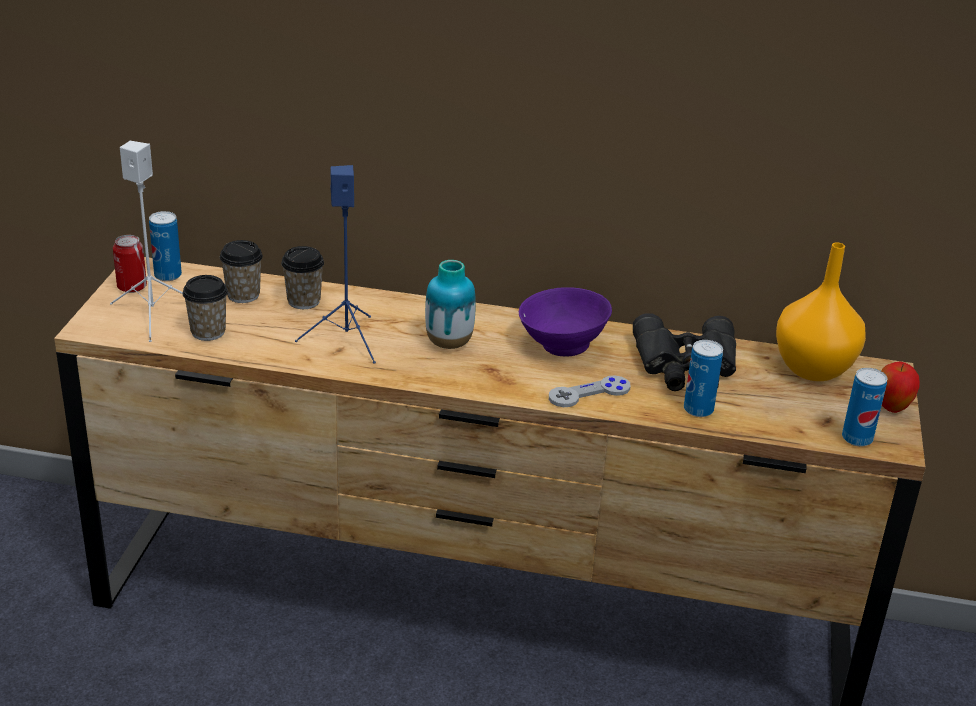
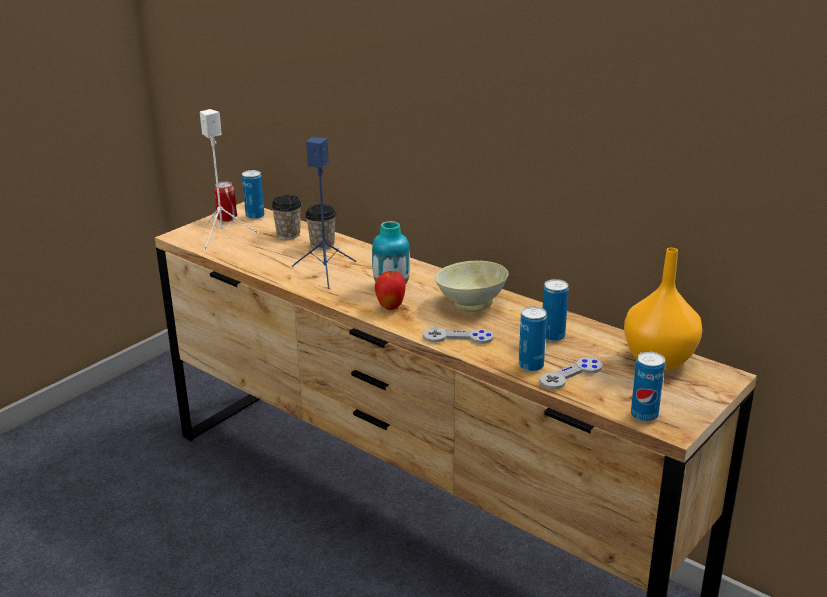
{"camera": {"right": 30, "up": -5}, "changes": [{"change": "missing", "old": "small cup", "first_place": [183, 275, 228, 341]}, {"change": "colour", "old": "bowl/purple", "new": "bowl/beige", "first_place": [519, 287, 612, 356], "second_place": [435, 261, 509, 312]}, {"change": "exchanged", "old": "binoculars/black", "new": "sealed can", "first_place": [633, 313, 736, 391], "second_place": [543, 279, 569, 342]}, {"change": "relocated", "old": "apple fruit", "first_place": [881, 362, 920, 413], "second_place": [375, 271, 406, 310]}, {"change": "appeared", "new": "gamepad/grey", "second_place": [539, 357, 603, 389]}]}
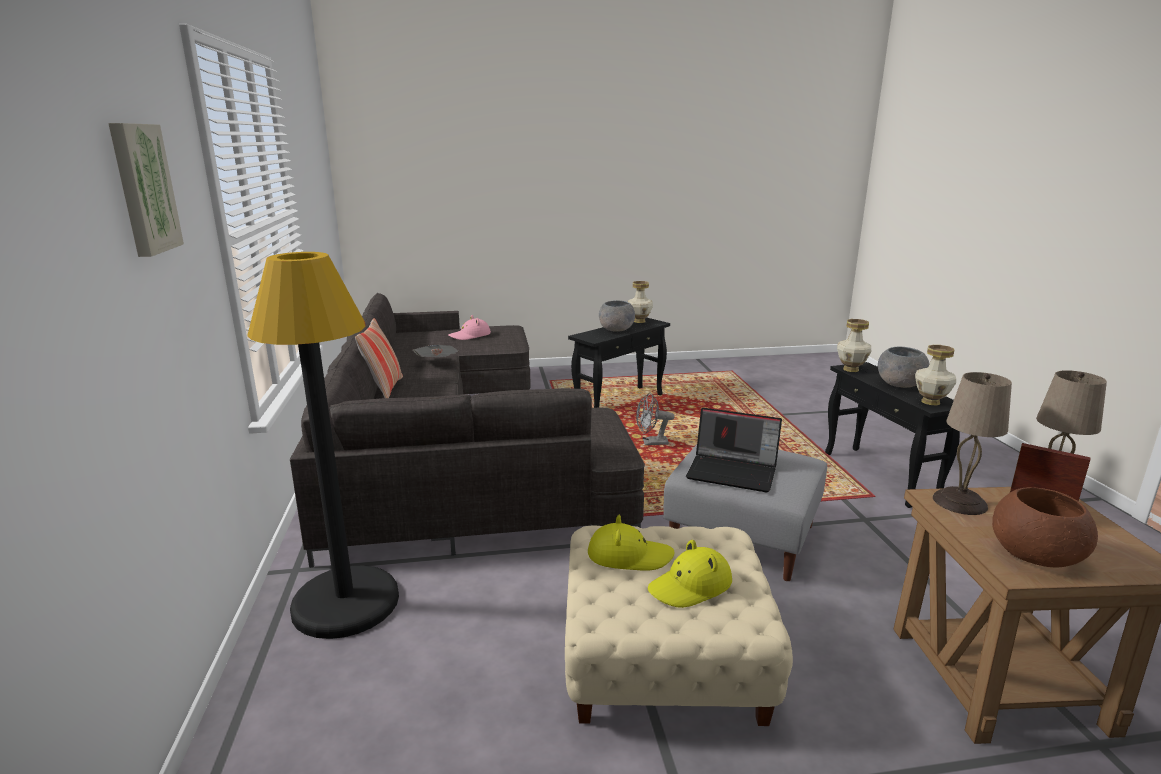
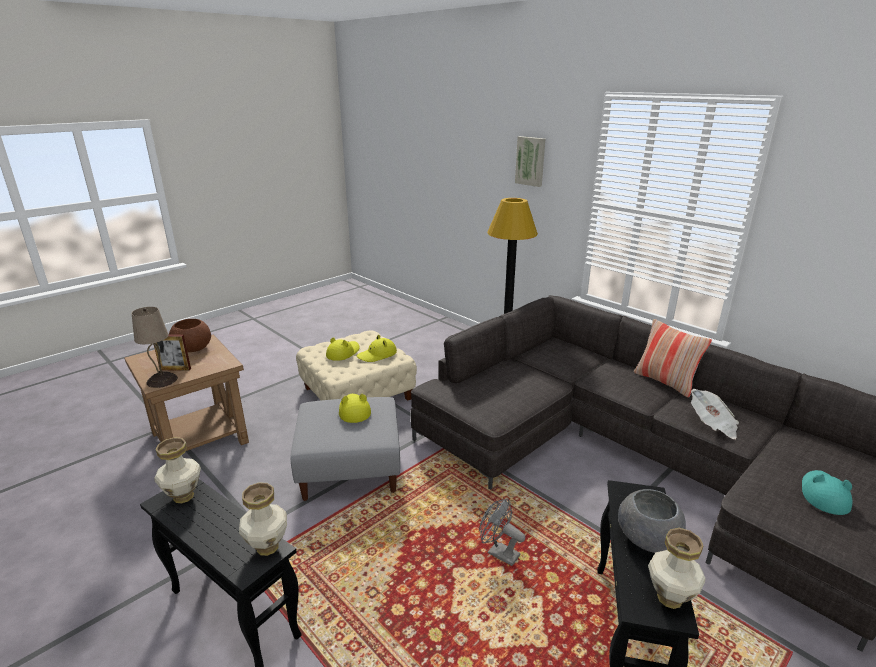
{"camera": {"right": 145, "up": 5}, "changes": [{"change": "colour", "old": "wearable hat/pinkish", "new": "wearable hat/turquoise", "first_place": [448, 315, 491, 340], "second_place": [802, 470, 852, 515]}, {"change": "spun", "old": "fan/grey", "first_place": [636, 393, 675, 445], "second_place": [479, 498, 525, 566], "degrees": -105}, {"change": "exchanged", "old": "portable computer", "new": "wearable hat/yellow", "first_place": [686, 408, 782, 492], "second_place": [339, 394, 371, 423]}, {"change": "missing", "old": "bowl/grey", "first_place": [878, 346, 930, 388]}, {"change": "missing", "old": "table lamp/beige", "first_place": [933, 372, 1012, 515]}]}
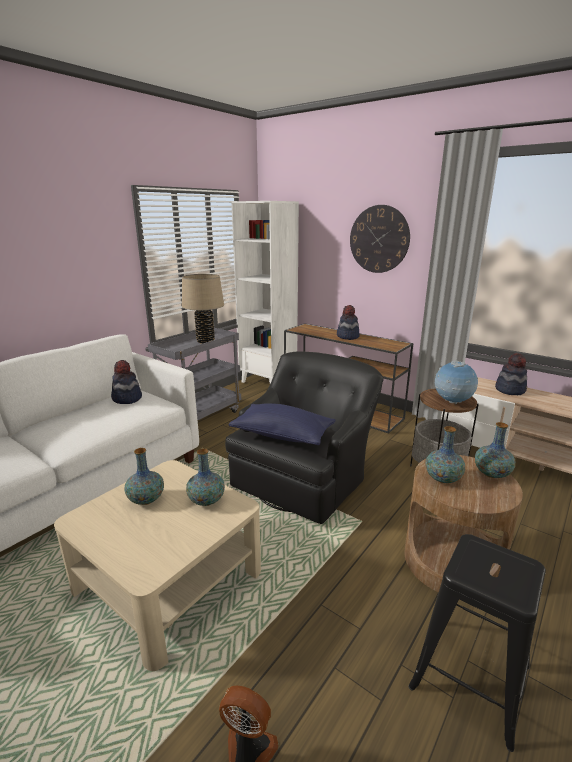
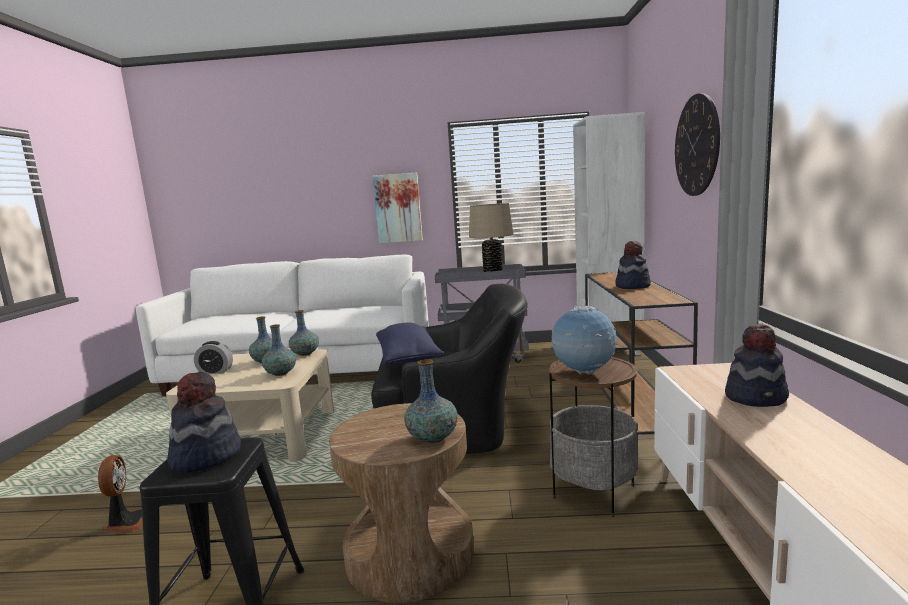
{"camera": {"right": 55, "up": -10}, "changes": [{"change": "relocated", "old": "wearable hat", "first_place": [111, 360, 142, 404], "second_place": [167, 372, 241, 473]}, {"change": "relocated", "old": "vase", "first_place": [426, 426, 465, 483], "second_place": [289, 310, 319, 356]}, {"change": "appeared", "new": "alarm clock", "second_place": [194, 341, 233, 374]}, {"change": "appeared", "new": "wall art", "second_place": [373, 172, 423, 243]}]}
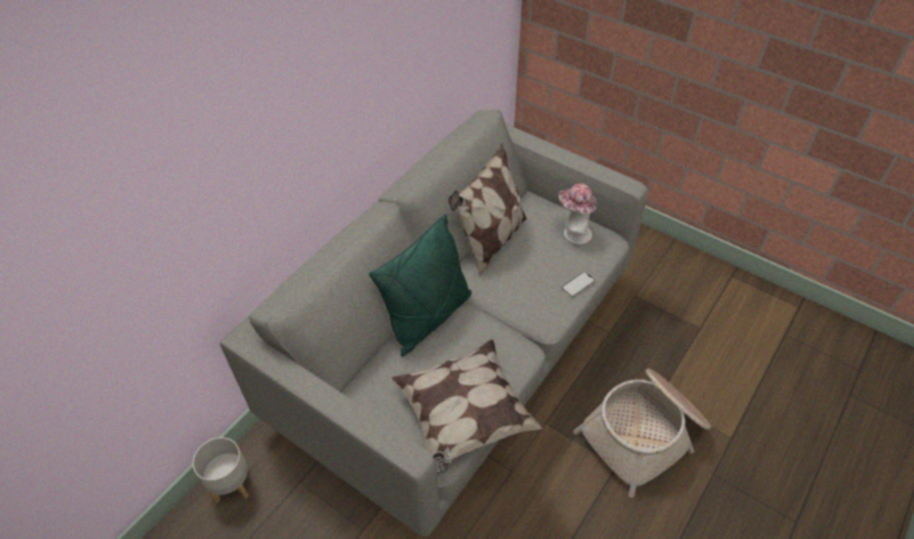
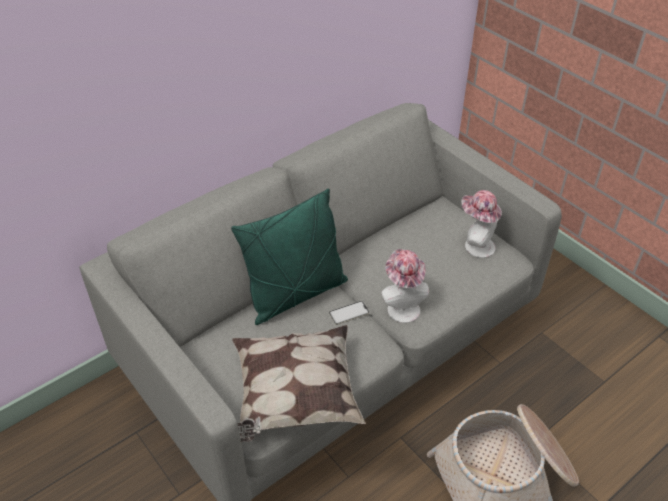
{"camera": {"right": 15, "up": -5}, "changes": [{"change": "missing", "old": "flower pot/grey", "first_place": [193, 437, 249, 503]}, {"change": "missing", "old": "cushion", "first_place": [448, 143, 527, 277]}, {"change": "relocated", "old": "telephone", "first_place": [561, 271, 596, 297], "second_place": [329, 301, 369, 325]}, {"change": "appeared", "new": "wearable hat", "second_place": [381, 249, 429, 323]}]}
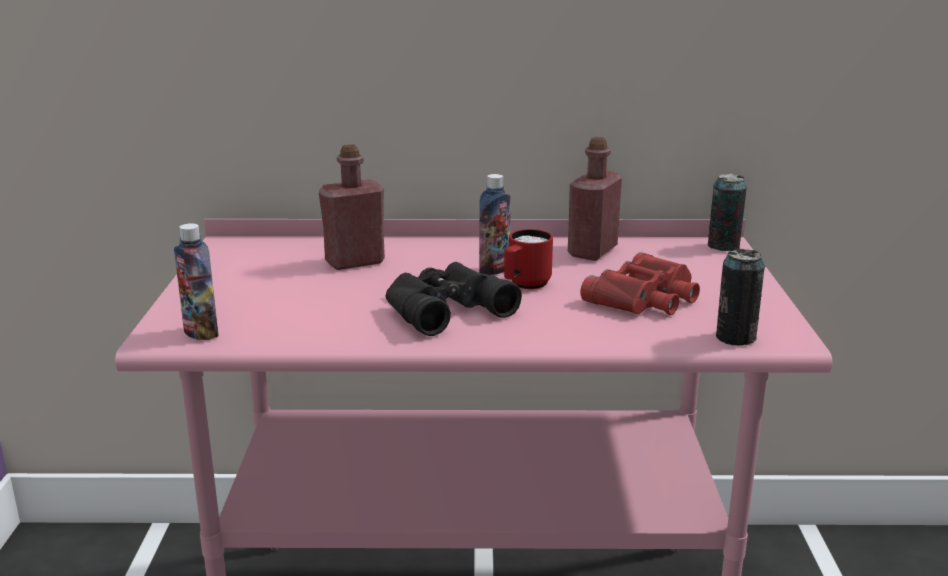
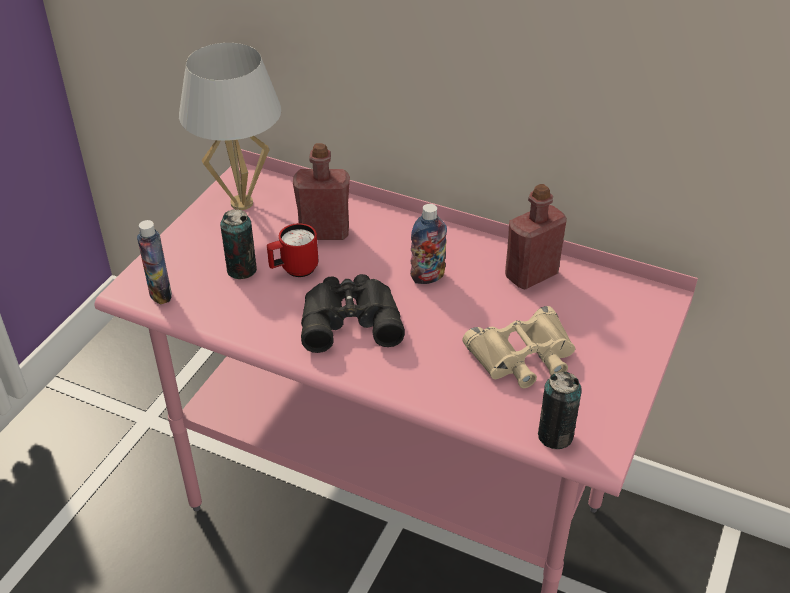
{"camera": {"right": 25, "up": 20}, "changes": [{"change": "relocated", "old": "tea mug/red", "first_place": [504, 229, 553, 289], "second_place": [267, 223, 318, 277]}, {"change": "colour", "old": "binoculars/red", "new": "binoculars/beige", "first_place": [580, 252, 700, 315], "second_place": [462, 306, 575, 388]}, {"change": "relocated", "old": "sealed can", "first_place": [708, 173, 747, 251], "second_place": [220, 209, 257, 279]}, {"change": "appeared", "new": "table lamp/white", "second_place": [179, 43, 282, 210]}]}
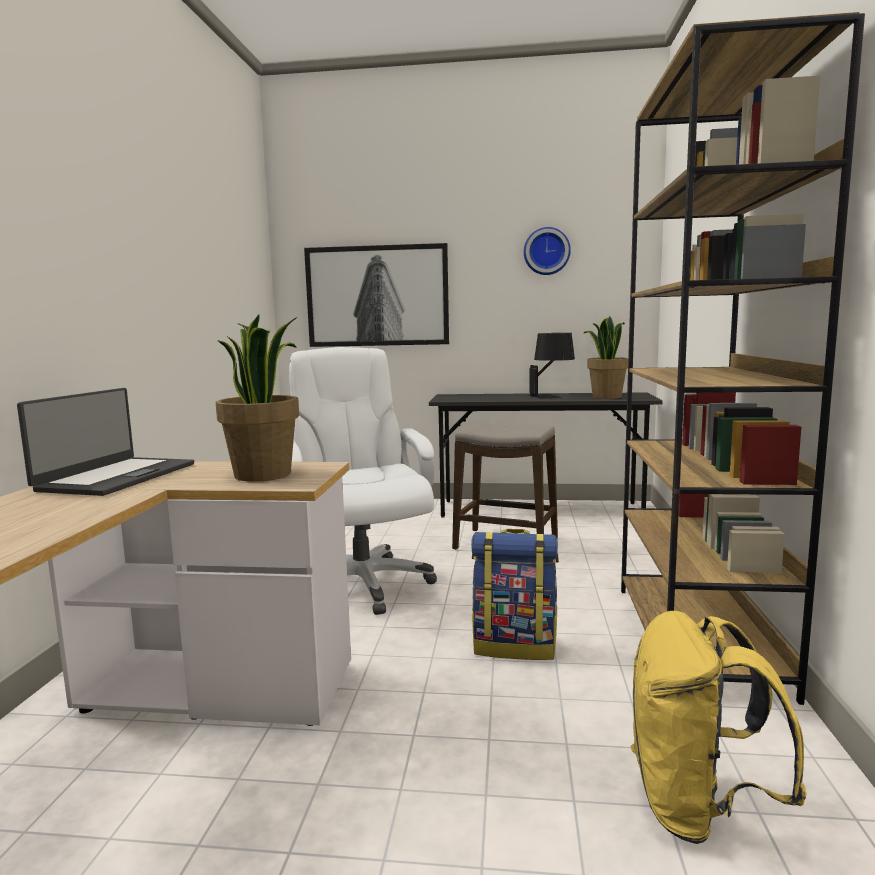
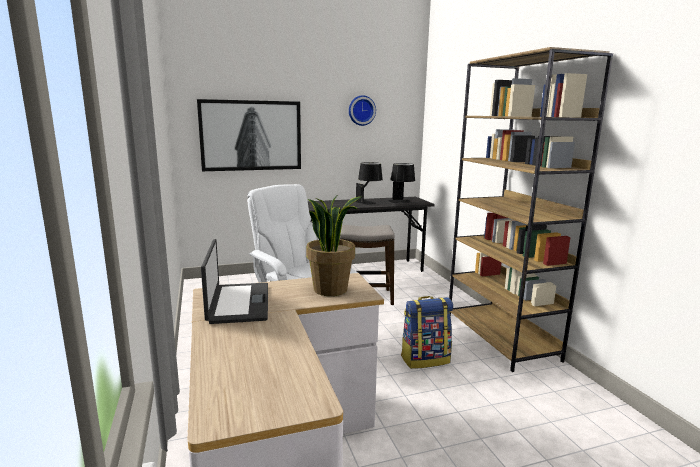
{"camera": {"right": -25, "up": 5}, "changes": [{"change": "exchanged", "old": "plant in a pot", "new": "table lamp/black", "first_place": [583, 316, 628, 399], "second_place": [388, 163, 415, 203]}, {"change": "missing", "old": "backpack/yellow", "first_place": [631, 611, 807, 844]}]}
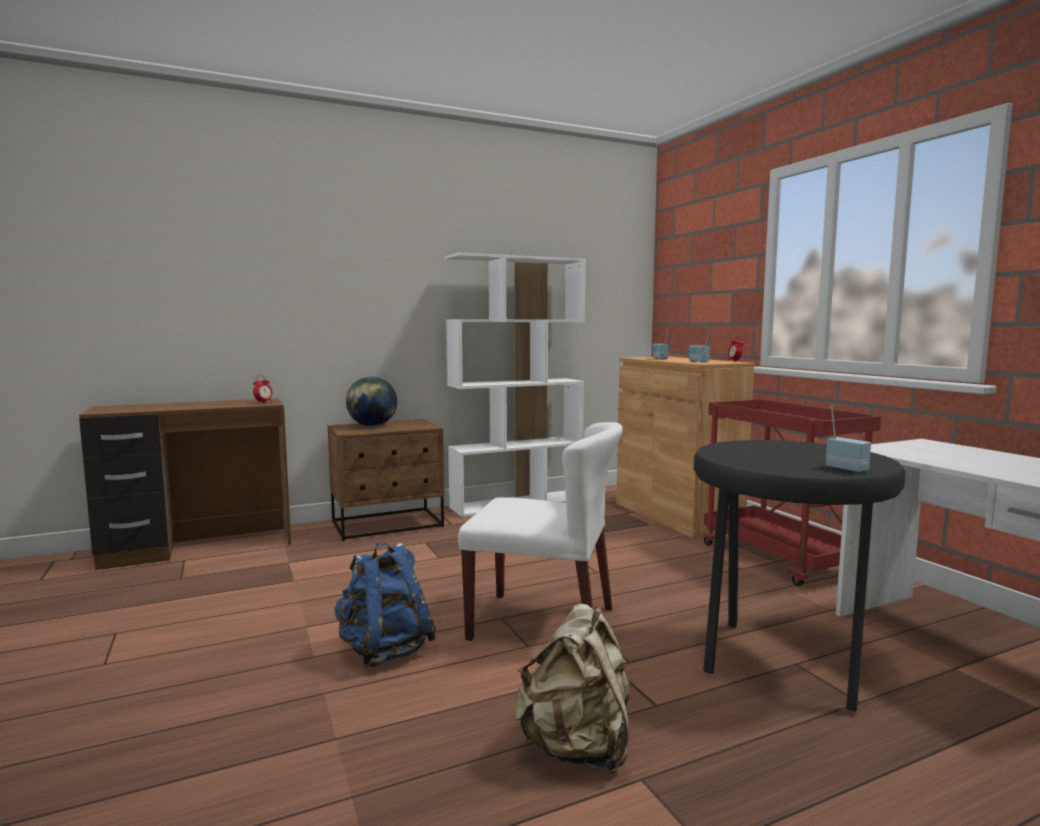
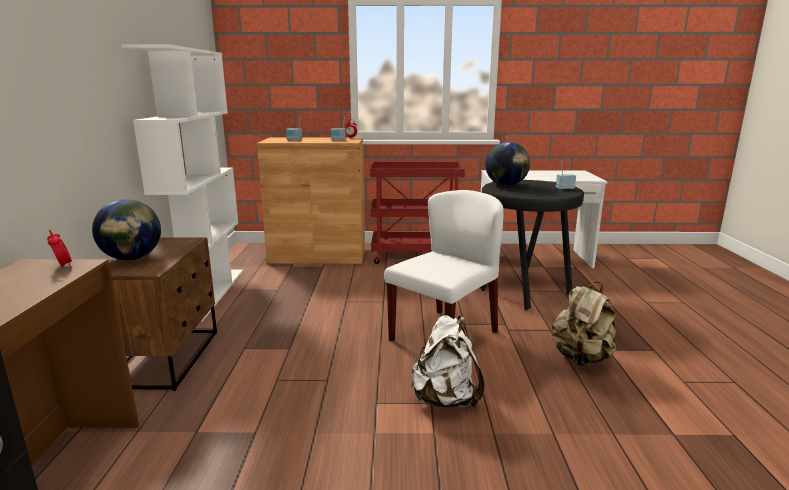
{"camera": {"right": -65, "up": 10}, "changes": [{"change": "colour", "old": "backpack/blue", "new": "backpack/white", "first_place": [335, 542, 437, 667], "second_place": [410, 315, 485, 408]}, {"change": "appeared", "new": "desk globe", "second_place": [485, 142, 530, 186]}]}
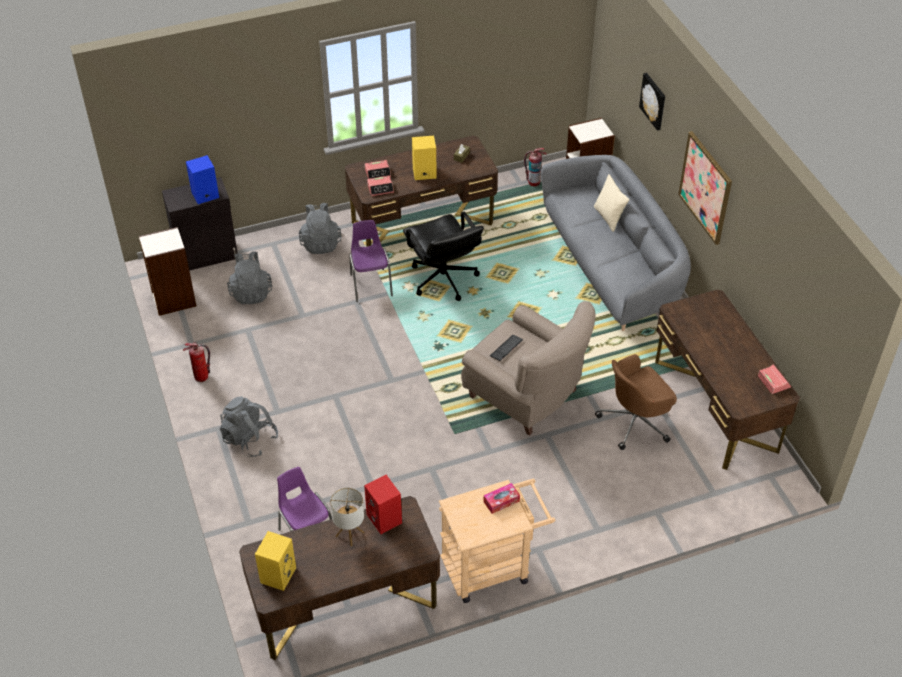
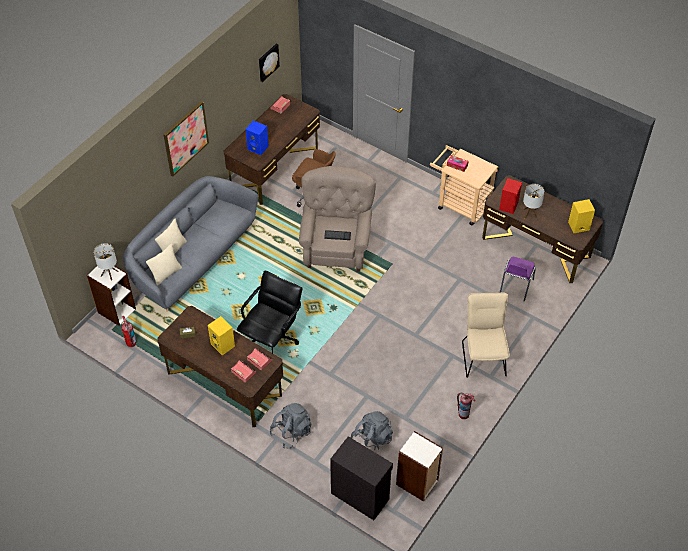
{"camera": {"right": -125, "up": 5}, "changes": [{"change": "relocated", "old": "loudspeaker/blue", "first_place": [186, 155, 219, 204], "second_place": [246, 121, 269, 155]}, {"change": "exchanged", "old": "backpack/grey", "new": "plain chair/beige", "first_place": [220, 396, 278, 457], "second_place": [462, 292, 510, 378]}, {"change": "missing", "old": "plain chair/purple", "first_place": [349, 220, 393, 302]}, {"change": "relocated", "old": "wall art", "first_place": [639, 73, 665, 131], "second_place": [259, 44, 280, 82]}, {"change": "appeared", "new": "table lamp", "second_place": [93, 243, 119, 281]}, {"change": "appeared", "new": "cushion/beige", "second_place": [146, 243, 182, 286]}]}
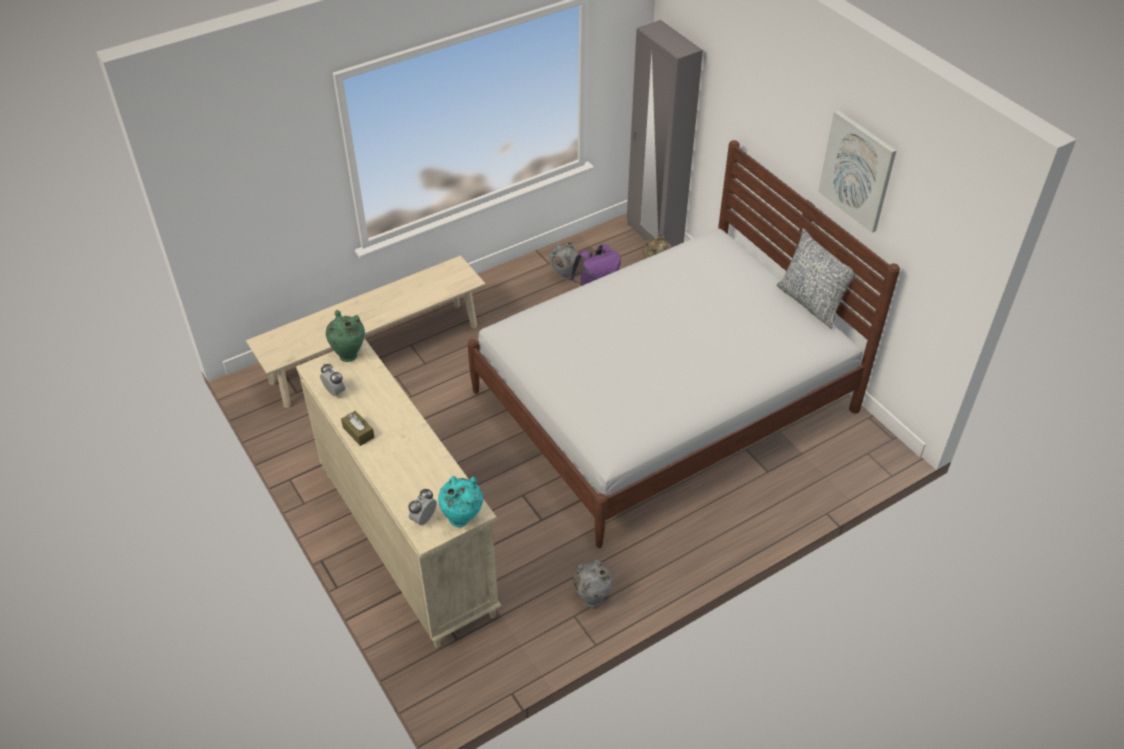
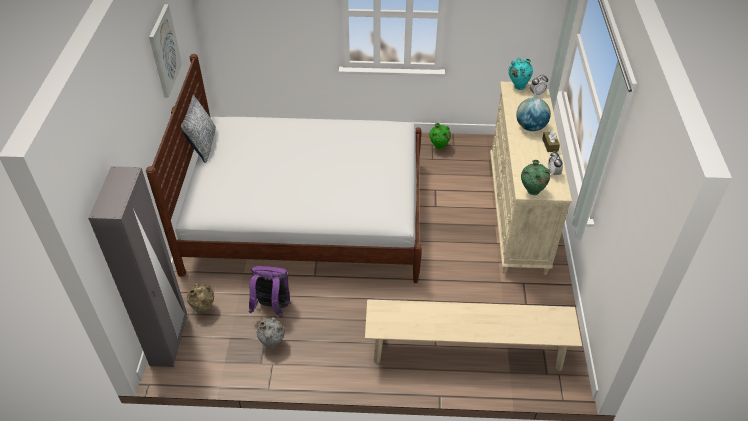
{"camera": {"right": -145, "up": 0}, "changes": [{"change": "colour", "old": "vase/grey", "new": "vase/greenish", "first_place": [573, 560, 612, 607], "second_place": [430, 123, 451, 150]}, {"change": "appeared", "new": "desk globe", "second_place": [516, 98, 551, 131]}]}
